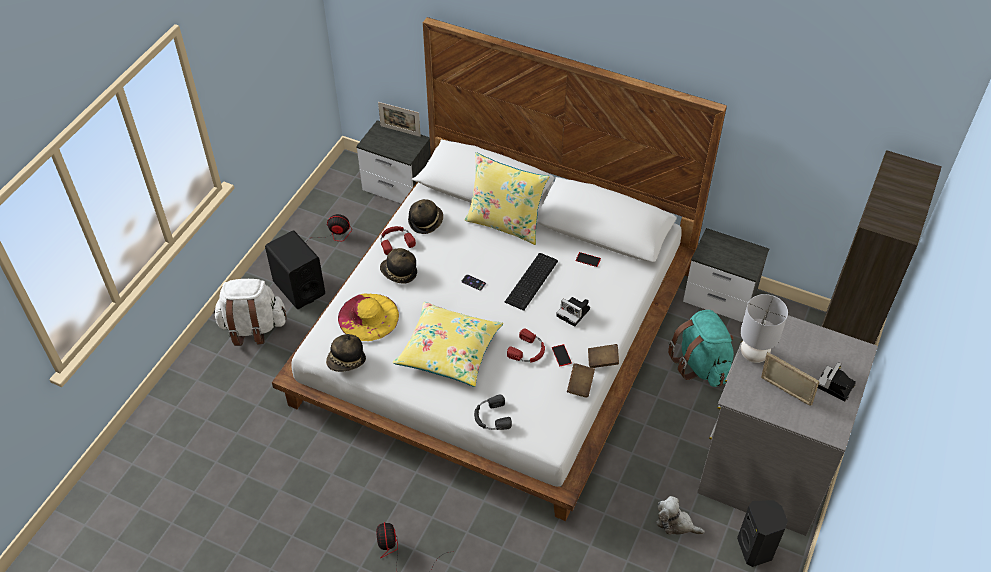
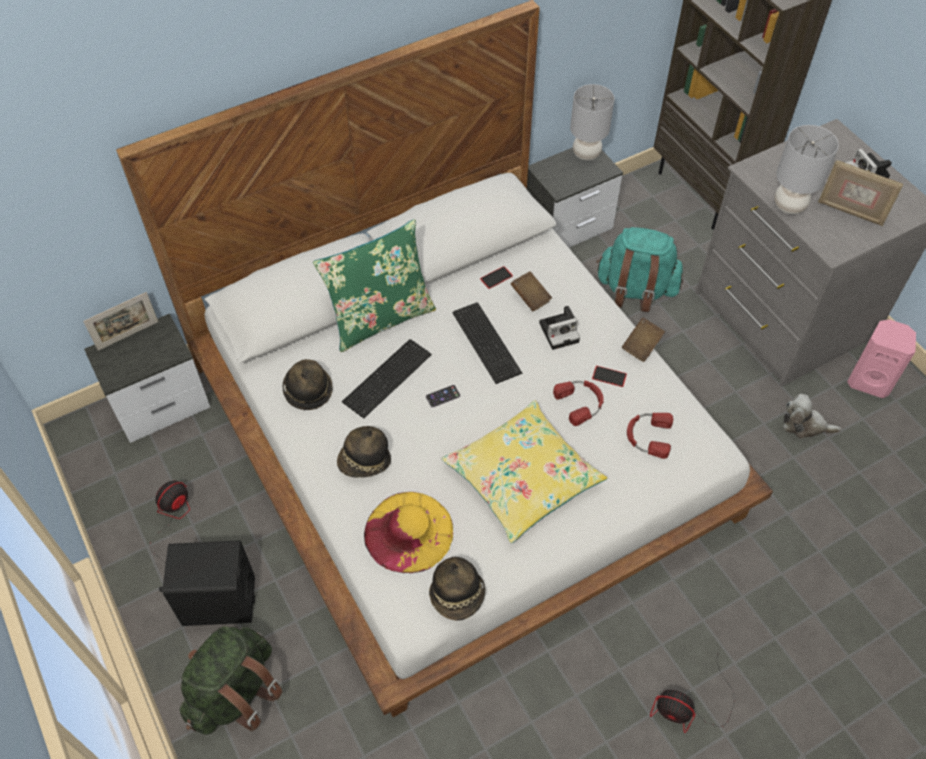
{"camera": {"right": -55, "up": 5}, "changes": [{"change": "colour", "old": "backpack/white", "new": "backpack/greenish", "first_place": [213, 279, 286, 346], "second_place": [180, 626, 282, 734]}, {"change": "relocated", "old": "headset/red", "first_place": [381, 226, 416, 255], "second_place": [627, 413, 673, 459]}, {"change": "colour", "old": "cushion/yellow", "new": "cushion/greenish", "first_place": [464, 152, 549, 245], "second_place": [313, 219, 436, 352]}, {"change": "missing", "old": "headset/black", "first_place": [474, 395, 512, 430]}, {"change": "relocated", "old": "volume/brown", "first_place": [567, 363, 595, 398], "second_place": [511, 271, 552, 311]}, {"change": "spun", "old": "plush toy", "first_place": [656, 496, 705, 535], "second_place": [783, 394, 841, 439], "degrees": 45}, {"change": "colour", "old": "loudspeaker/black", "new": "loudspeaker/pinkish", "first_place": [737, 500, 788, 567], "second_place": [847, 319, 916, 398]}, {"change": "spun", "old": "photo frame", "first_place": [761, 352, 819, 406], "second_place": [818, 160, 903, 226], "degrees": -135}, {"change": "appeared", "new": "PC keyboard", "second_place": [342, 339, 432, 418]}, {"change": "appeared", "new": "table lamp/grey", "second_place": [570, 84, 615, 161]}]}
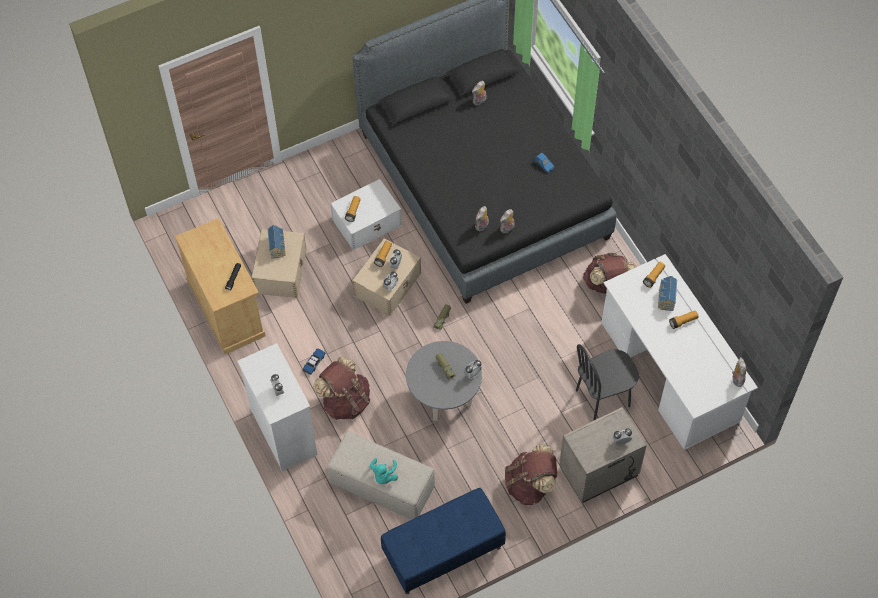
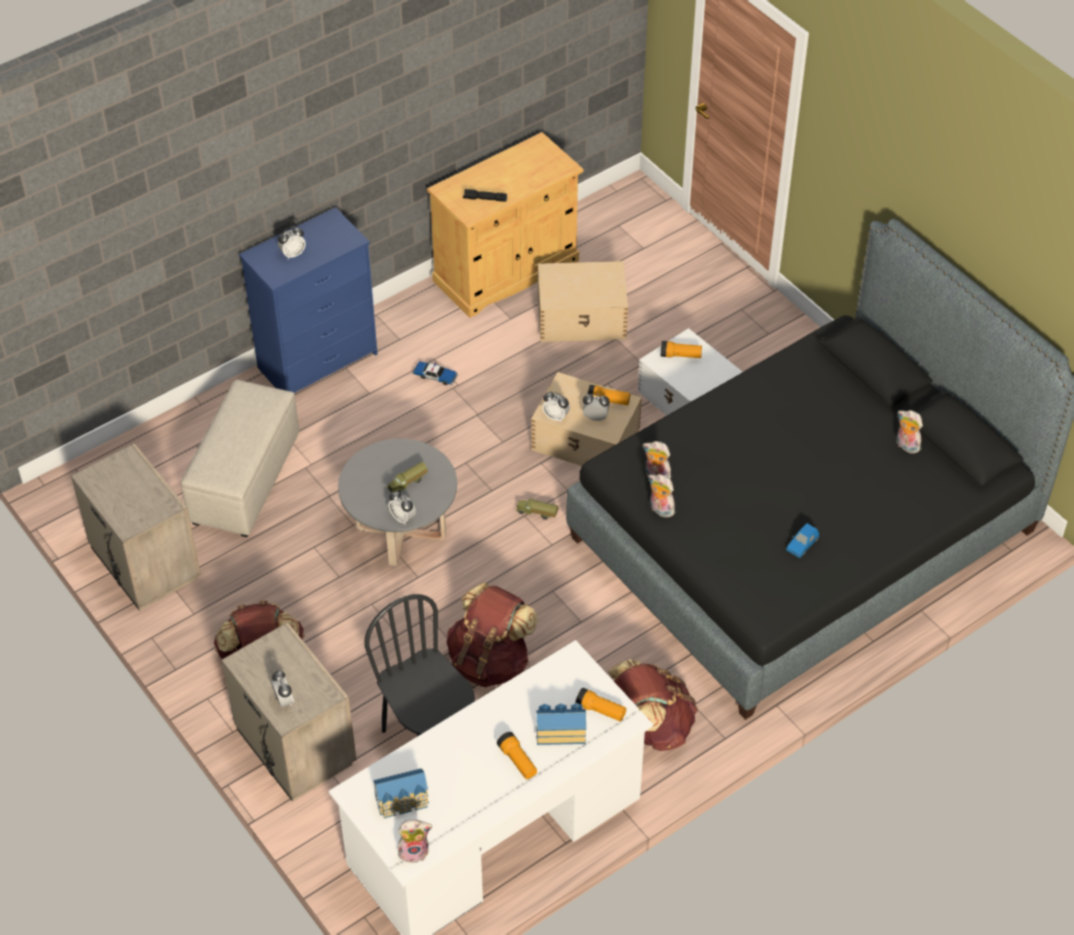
{"camera": {"right": 80, "up": -10}, "changes": [{"change": "colour", "old": "drawer chest/white", "new": "drawer chest/blue", "first_place": [237, 343, 318, 471], "second_place": [239, 207, 378, 393]}, {"change": "relocated", "old": "model house", "first_place": [268, 225, 286, 258], "second_place": [373, 768, 429, 818]}, {"change": "relocated", "old": "backpack/brown", "first_place": [313, 357, 370, 420], "second_place": [447, 583, 538, 687]}, {"change": "missing", "old": "plush toy/turquoise", "first_place": [370, 458, 398, 484]}, {"change": "exchanged", "old": "indoor bench/blue", "new": "bedside table/beige", "first_place": [381, 488, 506, 594], "second_place": [71, 443, 201, 611]}]}
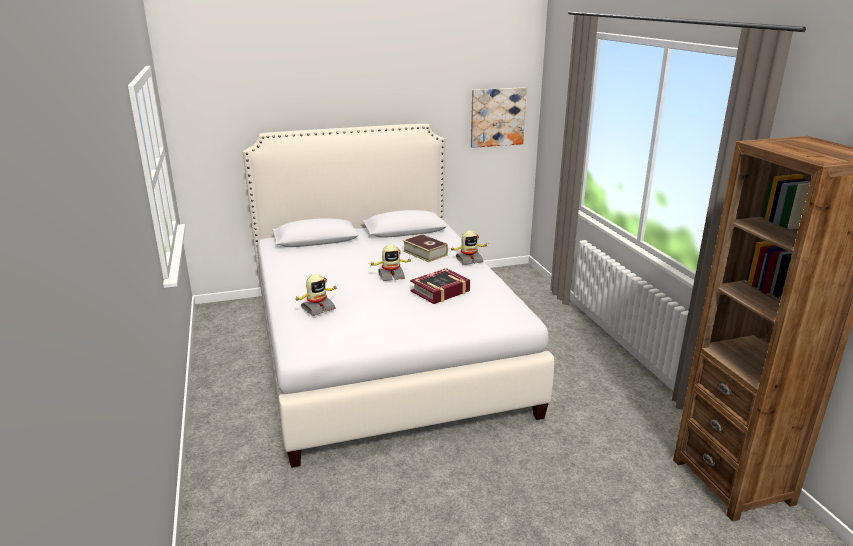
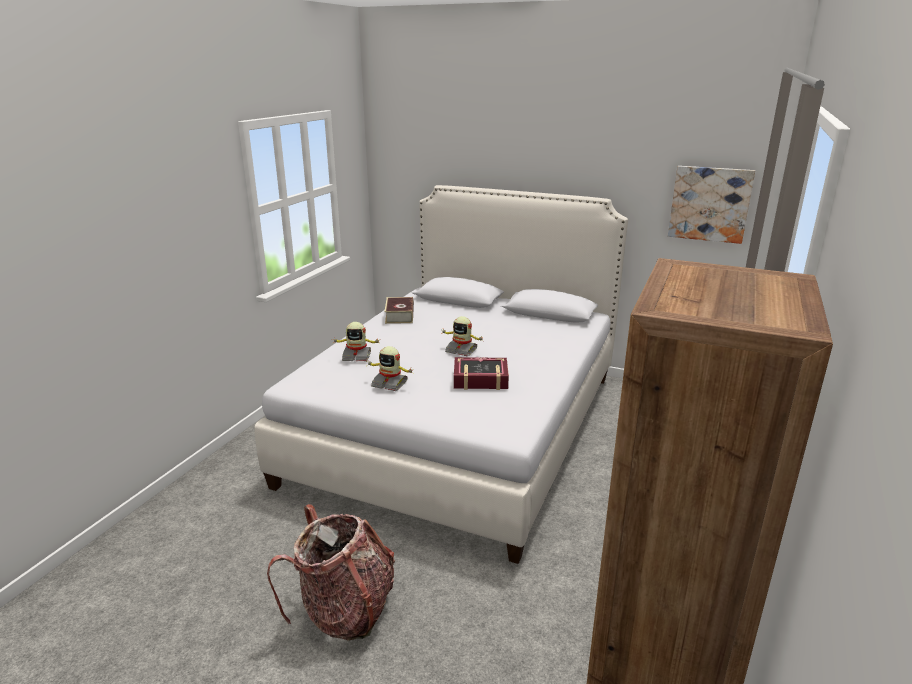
{"camera": {"right": 40, "up": 0}, "changes": [{"change": "relocated", "old": "volume", "first_place": [402, 234, 448, 262], "second_place": [385, 297, 414, 324]}, {"change": "relocated", "old": "model robot", "first_place": [449, 231, 489, 265], "second_place": [366, 346, 413, 391]}, {"change": "appeared", "new": "backpack", "second_place": [267, 504, 395, 641]}]}
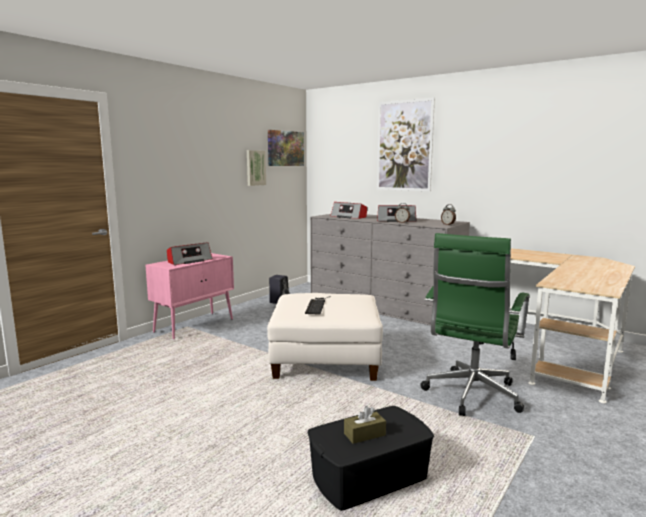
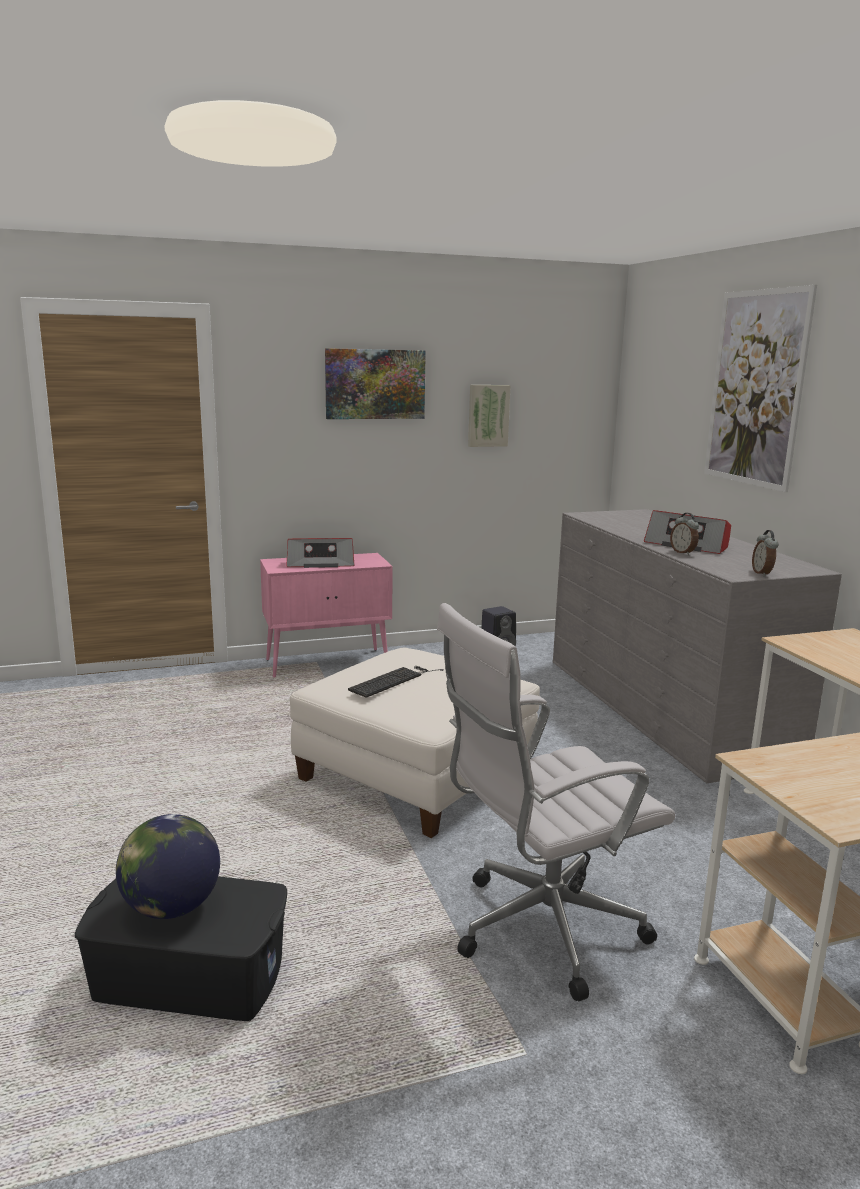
{"camera": {"right": 35, "up": 5}, "changes": [{"change": "relocated", "old": "wall art", "first_place": [268, 130, 304, 166], "second_place": [325, 348, 426, 419]}, {"change": "missing", "old": "radio", "first_place": [330, 202, 367, 219]}, {"change": "exchanged", "old": "tissue box/brown", "new": "desk globe", "first_place": [344, 406, 386, 444], "second_place": [116, 814, 220, 919]}, {"change": "colour", "old": "computer chair/greenish", "new": "computer chair/white", "first_place": [420, 233, 529, 416], "second_place": [437, 603, 675, 1001]}]}
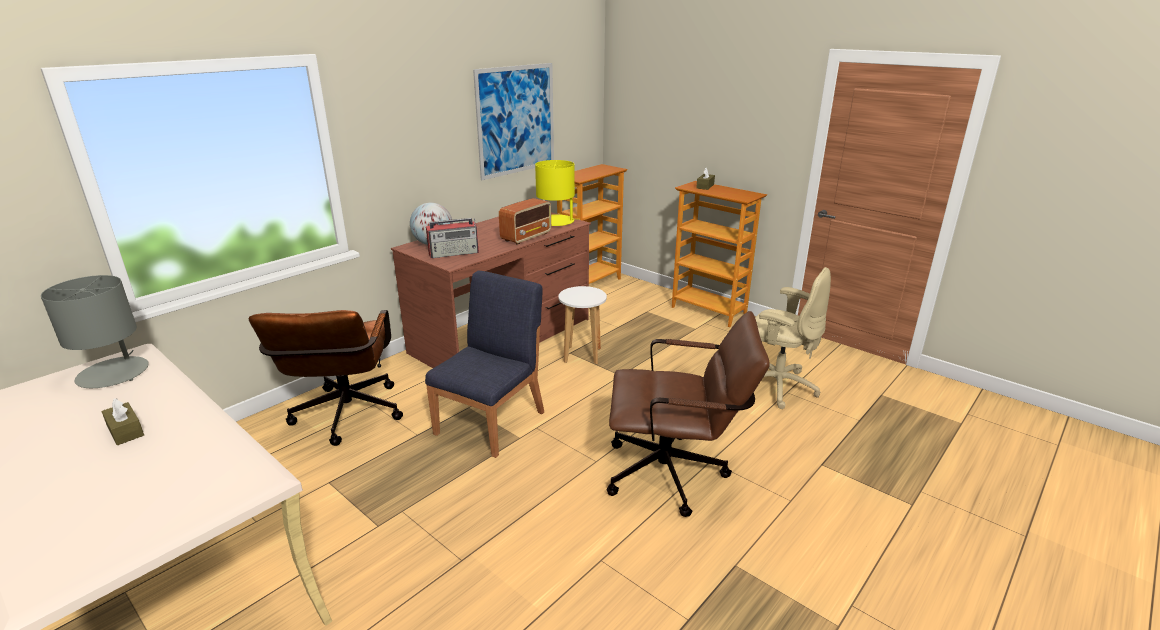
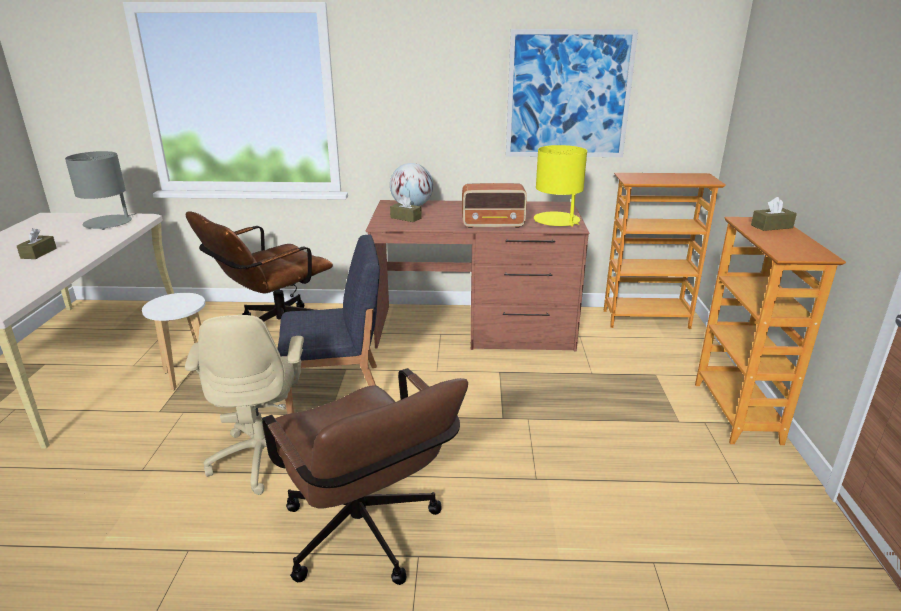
{"camera": {"right": 50, "up": 0}, "changes": [{"change": "exchanged", "old": "radio", "new": "tissue box/brown", "first_place": [426, 218, 479, 258], "second_place": [390, 195, 422, 222]}, {"change": "relocated", "old": "stool/white", "first_place": [558, 286, 607, 365], "second_place": [142, 293, 205, 390]}, {"change": "relocated", "old": "computer chair/beige", "first_place": [755, 267, 831, 409], "second_place": [185, 315, 304, 495]}]}
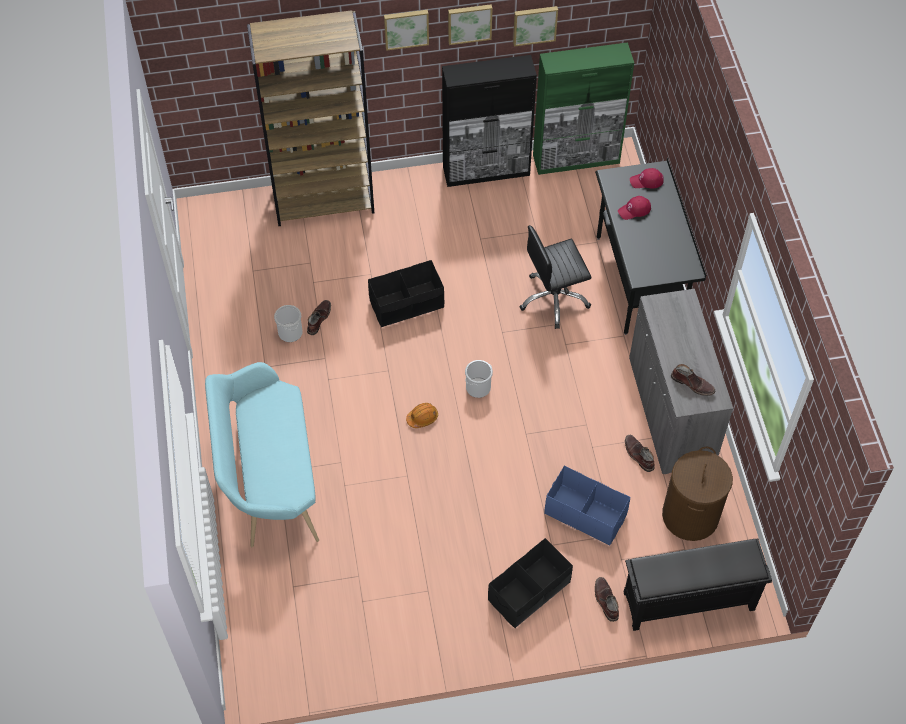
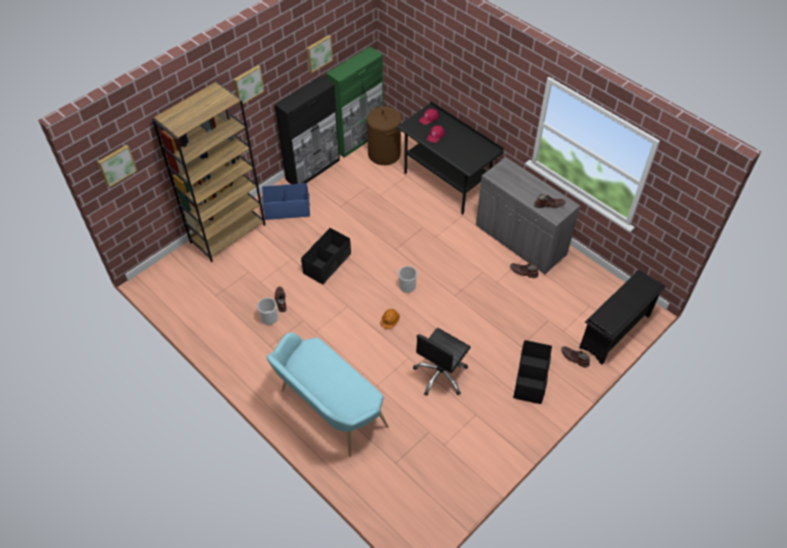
{"camera": {"right": -35, "up": -5}, "changes": [{"change": "relocated", "old": "wall art", "first_place": [448, 4, 493, 45], "second_place": [98, 145, 137, 187]}, {"change": "relocated", "old": "computer chair/black", "first_place": [519, 225, 591, 329], "second_place": [413, 328, 471, 396]}, {"change": "relocated", "old": "storage container/blue", "first_place": [544, 466, 631, 546], "second_place": [262, 183, 310, 220]}, {"change": "relocated", "old": "laundry basket/brown", "first_place": [662, 447, 733, 541], "second_place": [367, 106, 401, 165]}]}
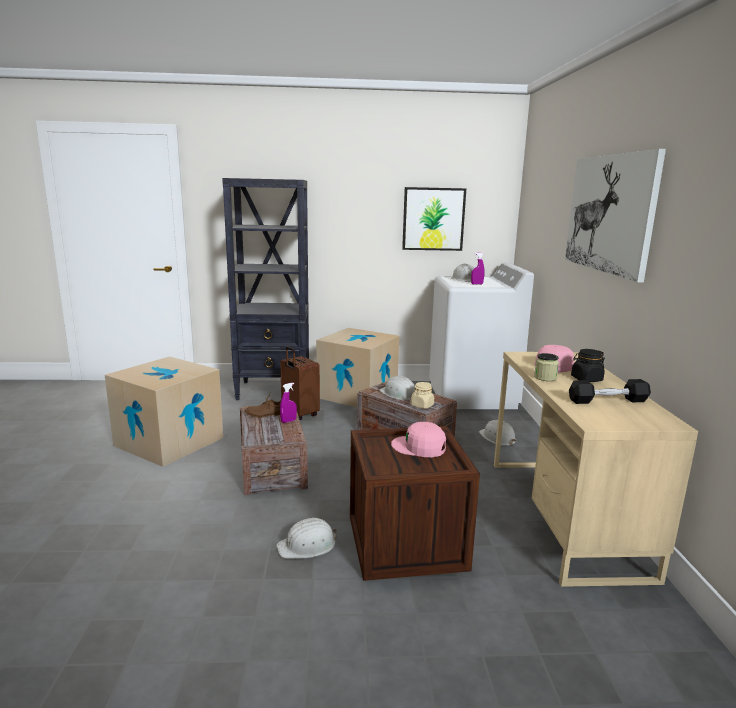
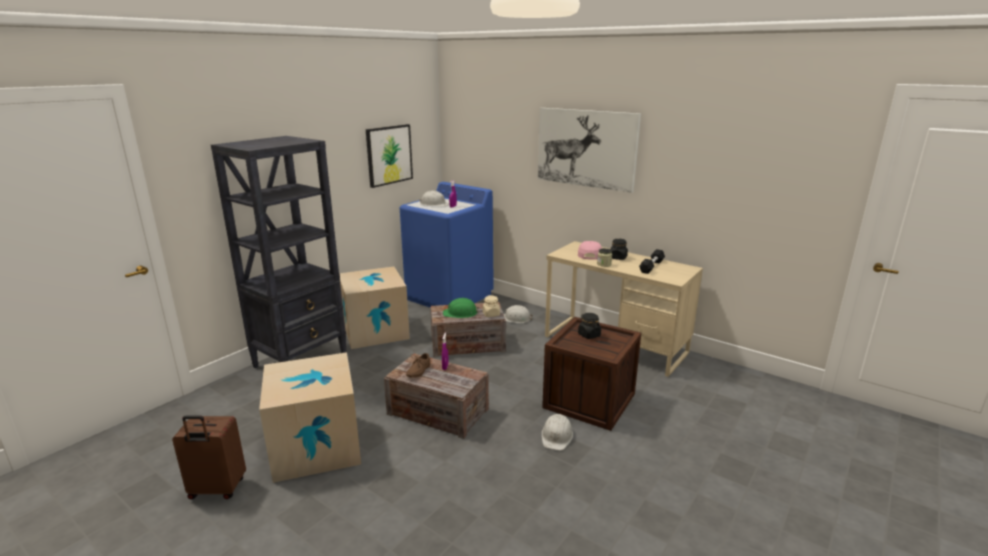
{"camera": {"right": -50, "up": 5}, "changes": [{"change": "relocated", "old": "travel case/brown", "first_place": [280, 346, 320, 420], "second_place": [172, 415, 246, 499]}, {"change": "colour", "old": "hard hat/white", "new": "hard hat/greenish", "first_place": [379, 376, 415, 400], "second_place": [443, 298, 479, 318]}, {"change": "exchanged", "old": "baseball cap/pinkish", "new": "storage jar/black", "first_place": [391, 422, 446, 457], "second_place": [578, 313, 601, 339]}, {"change": "colour", "old": "laundry appliance/white", "new": "laundry appliance/blue", "first_place": [429, 262, 534, 409], "second_place": [400, 182, 494, 307]}]}
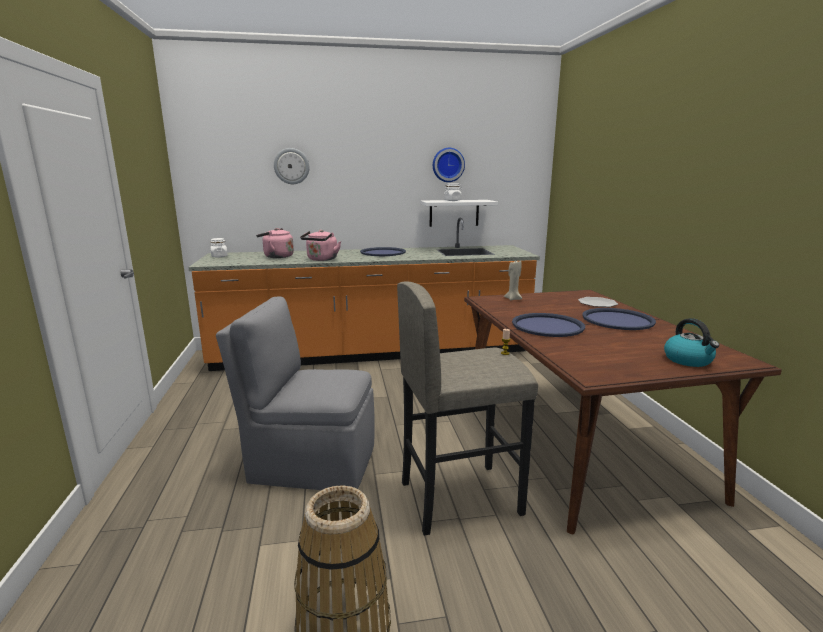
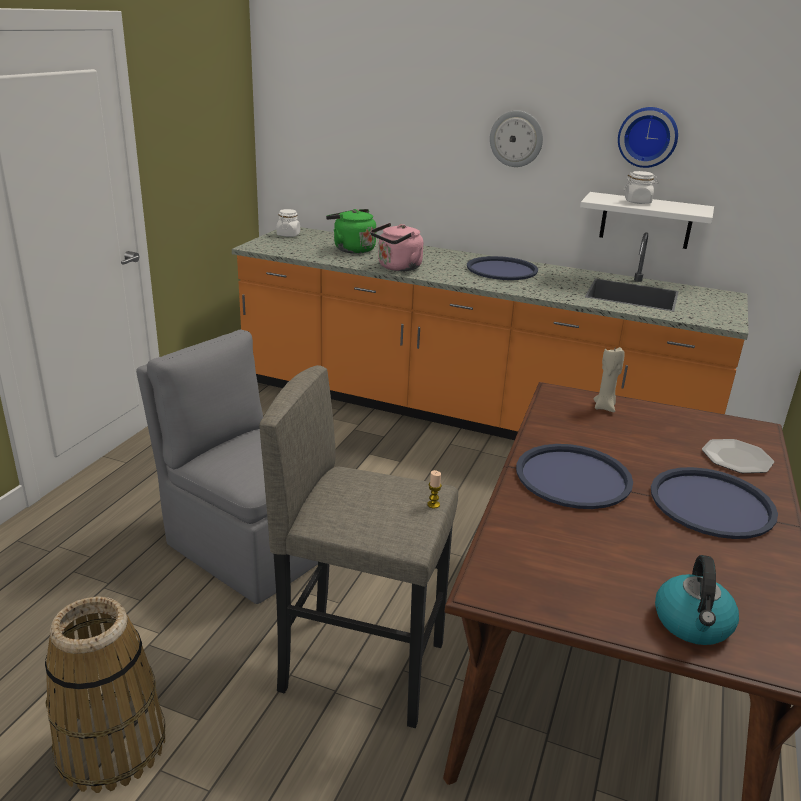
{"camera": {"right": 30, "up": 10}, "changes": [{"change": "colour", "old": "kettle/pinkish", "new": "kettle/greenish", "first_place": [256, 228, 294, 258], "second_place": [326, 209, 376, 254]}, {"change": "relocated", "old": "hanging clock", "first_place": [274, 148, 309, 184], "second_place": [490, 110, 543, 167]}]}
